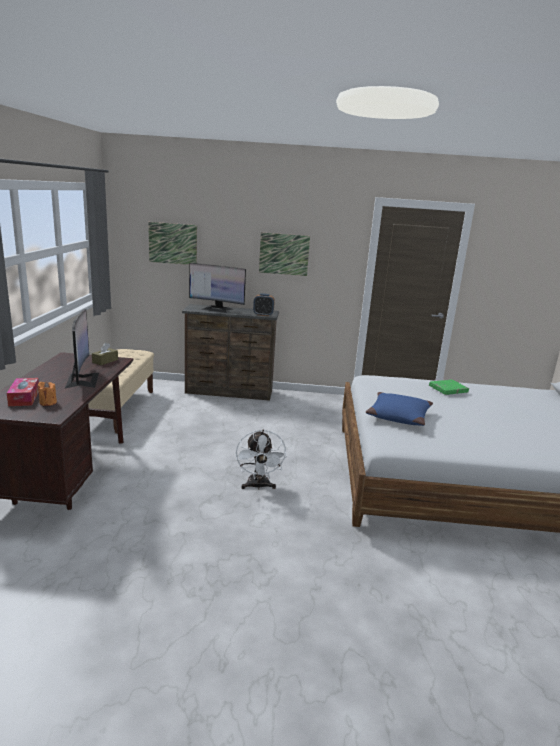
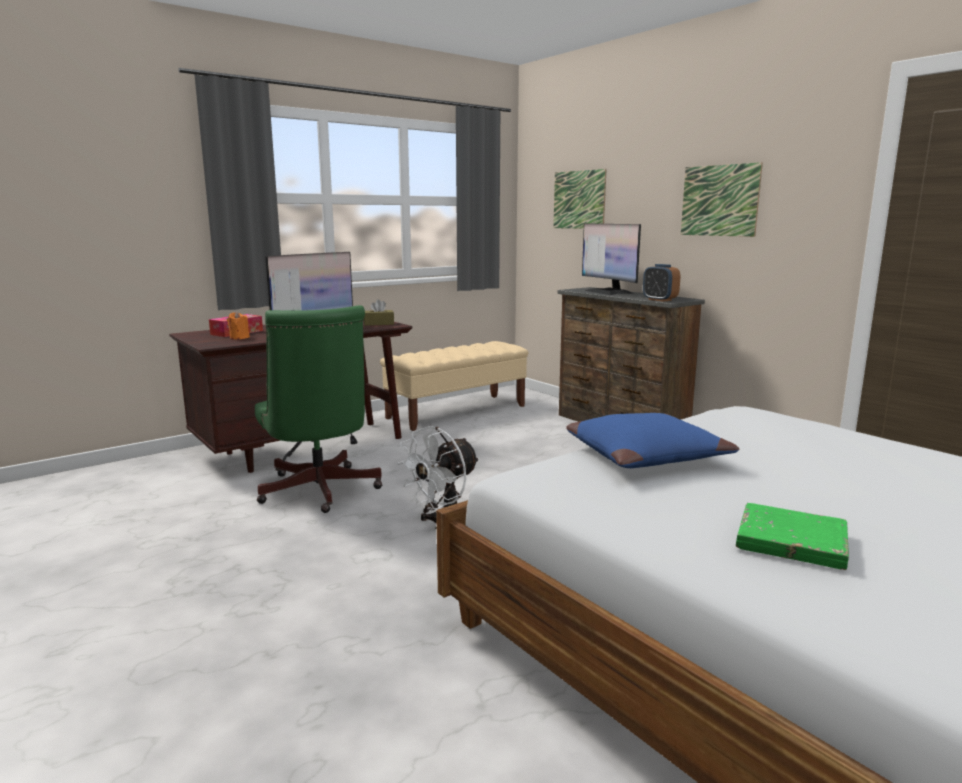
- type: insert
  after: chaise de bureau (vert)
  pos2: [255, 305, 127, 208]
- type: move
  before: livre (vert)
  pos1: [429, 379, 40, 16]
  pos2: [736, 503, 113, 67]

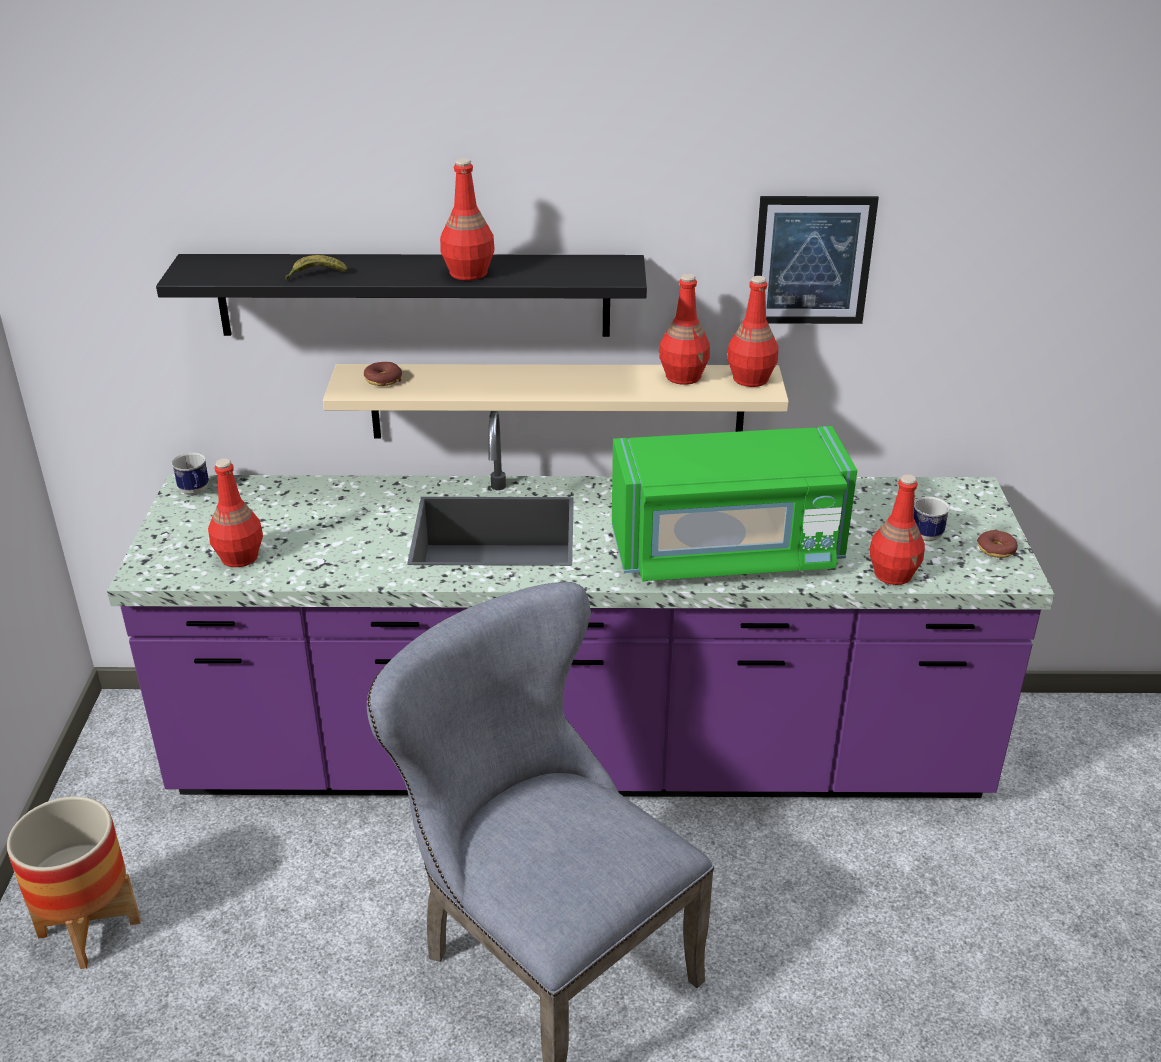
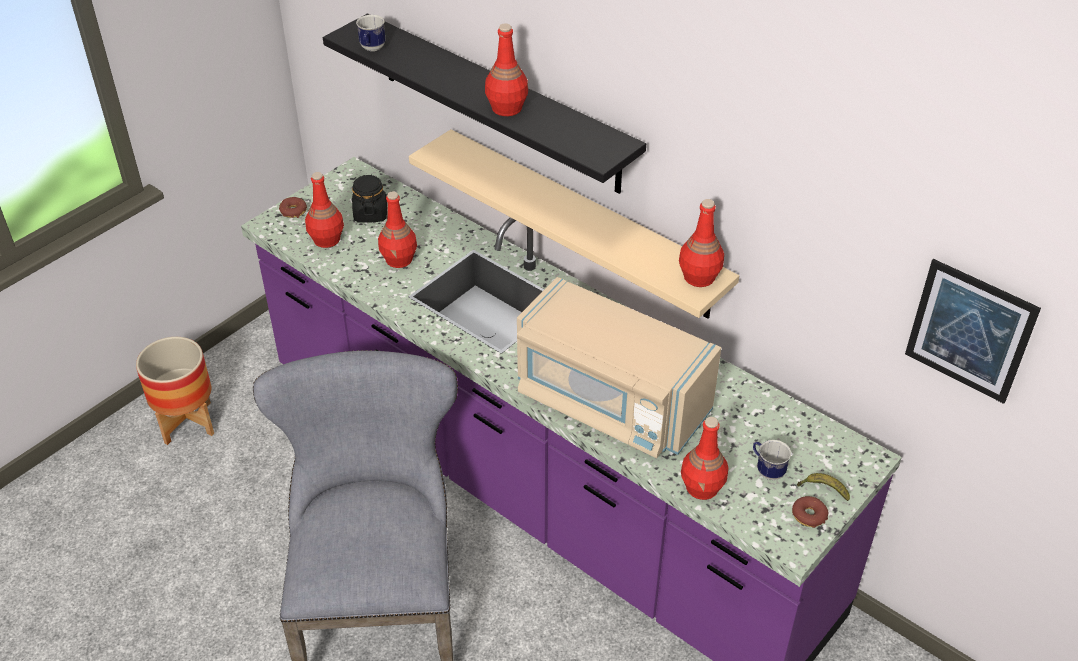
- type: insert
  after: bocal (noir)
  pos2: [352, 174, 35, 49]
- type: move
  before: mug
  pos1: [171, 453, 38, 42]
  pos2: [356, 15, 30, 36]
- type: move
  before: banane
  pos1: [286, 255, 61, 26]
  pos2: [797, 473, 53, 28]
- type: move
  before: beignet
  pos1: [364, 362, 38, 24]
  pos2: [279, 197, 28, 21]
- type: move
  before: bouteille (rouge)
  pos1: [659, 274, 51, 111]
  pos2: [378, 191, 39, 77]
- type: move
  before: tableau
  pos1: [754, 196, 125, 128]
  pos2: [905, 259, 136, 145]
- type: recolor
  before: micro-ondes (vert)
  after: micro-ondes (beige)
  pos1: [612, 426, 245, 155]
  pos2: [517, 277, 204, 181]

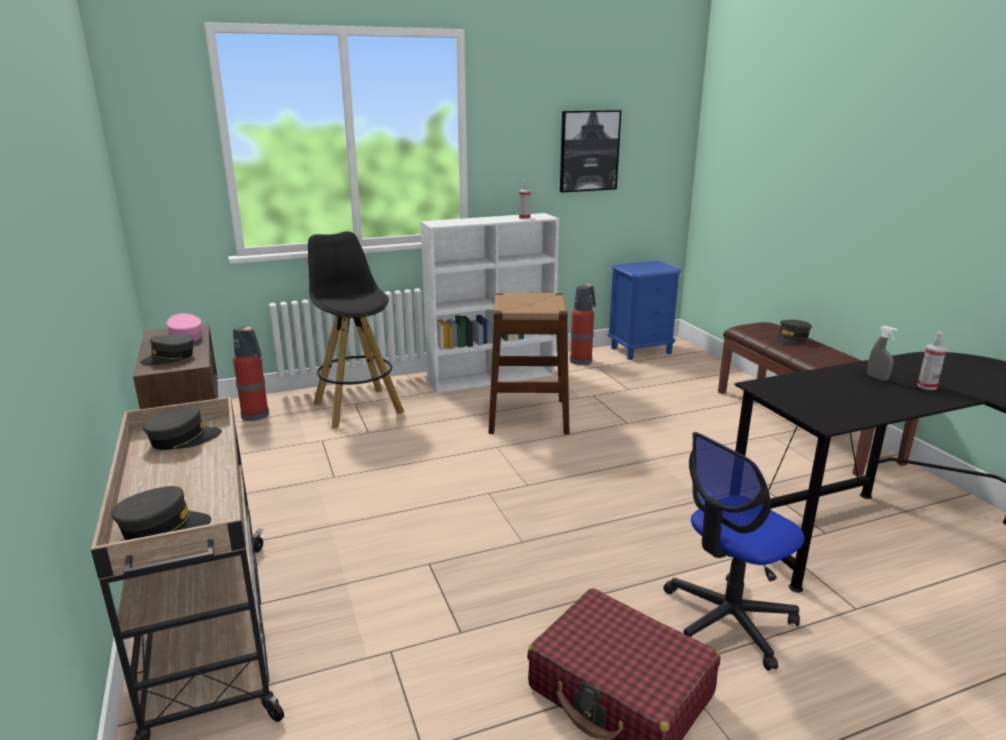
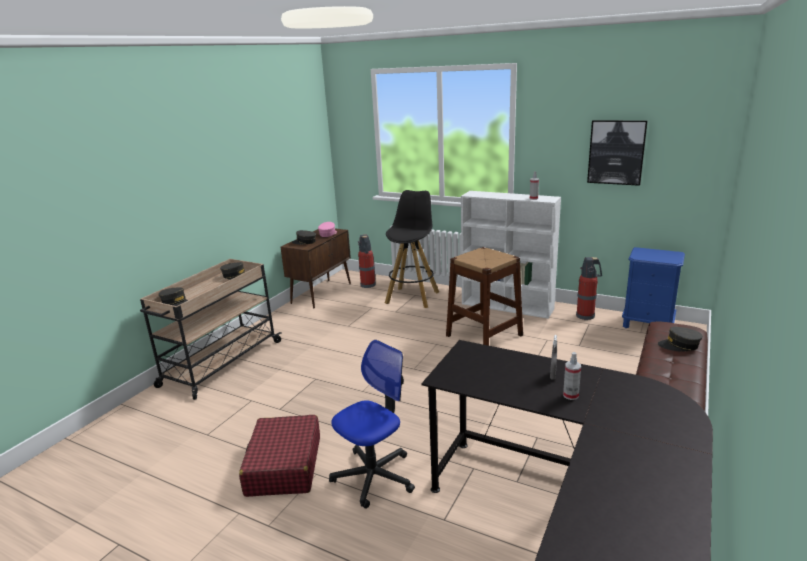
- type: rotate
  before: chaise de bureau
  pos1: [663, 432, 141, 239]
  pos2: [329, 340, 86, 169]
  turn: 120

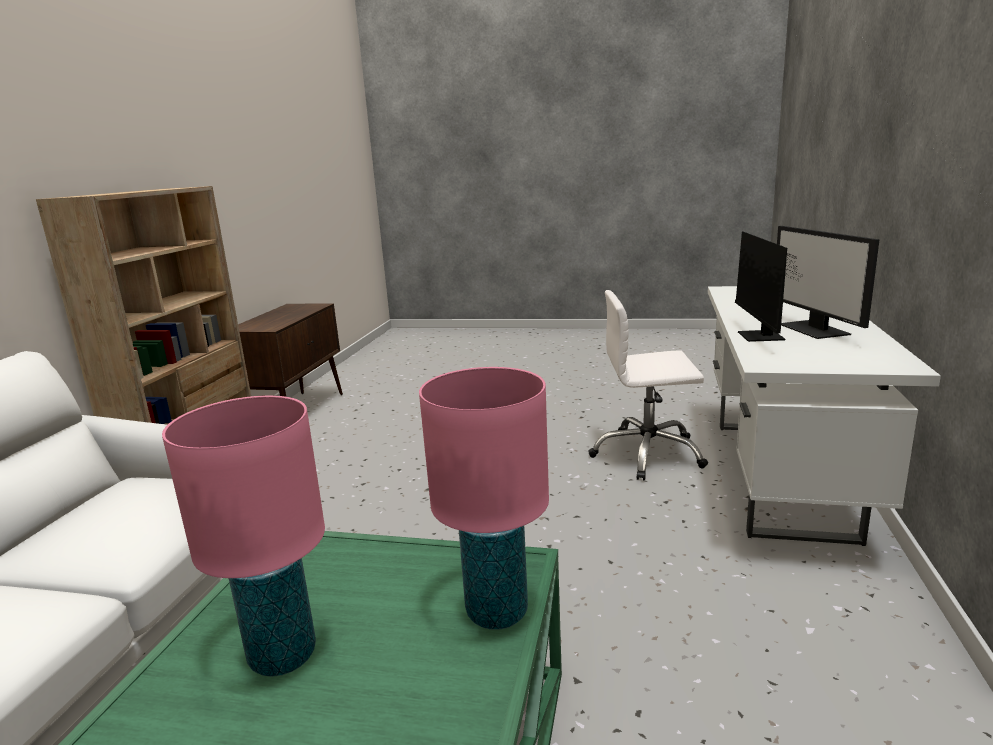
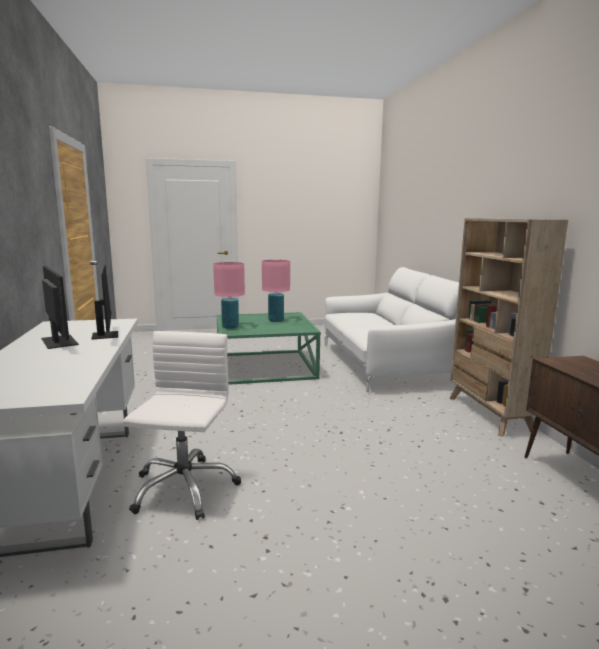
- type: rotate
  before: chaise de bureau (blanc)
  pos1: [588, 290, 120, 190]
  pos2: [123, 331, 118, 189]
  turn: -60

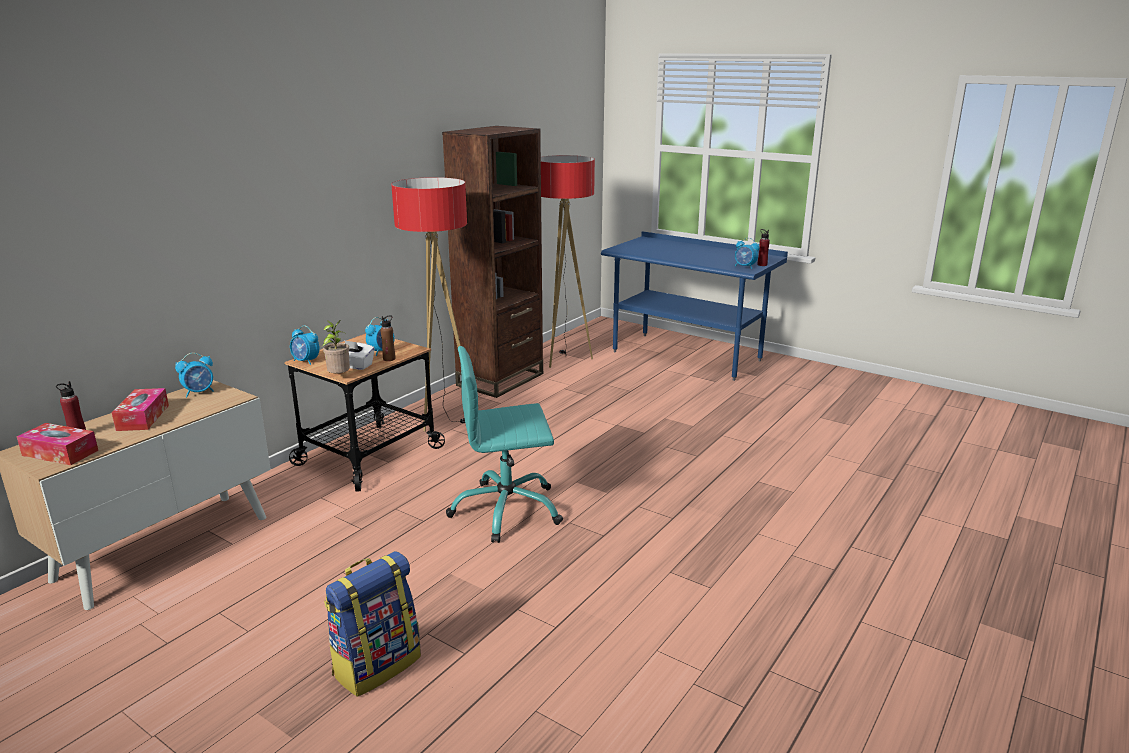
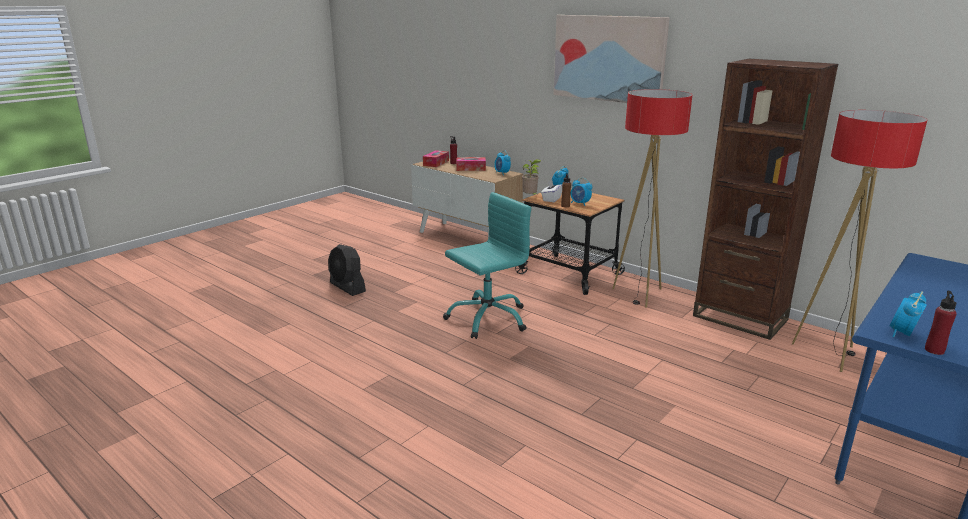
- type: insert
  after: tableau
  pos2: [553, 15, 117, 88]
- type: replace
  before: sac à dos
  after: ventilateur (noir)
  pos1: [324, 551, 97, 146]
  pos2: [328, 244, 38, 52]
- type: rotate
  before: chaise de bureau (turquoise)
  pos1: [446, 346, 117, 197]
  pos2: [443, 192, 88, 147]
  turn: 60

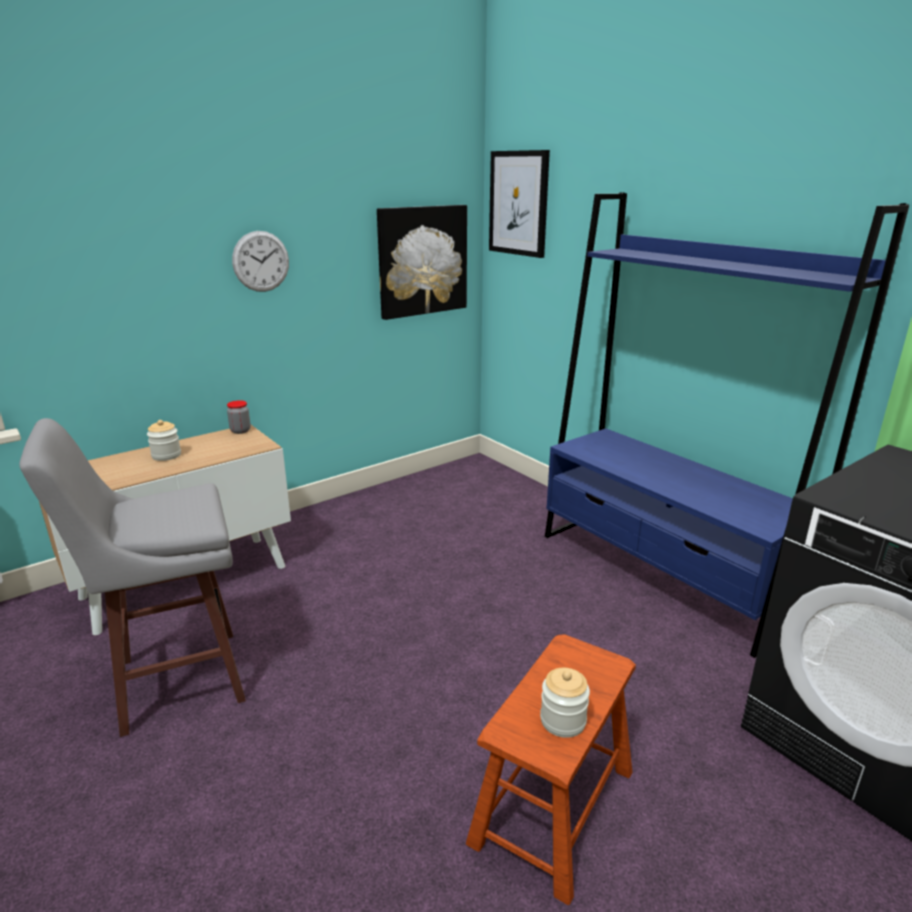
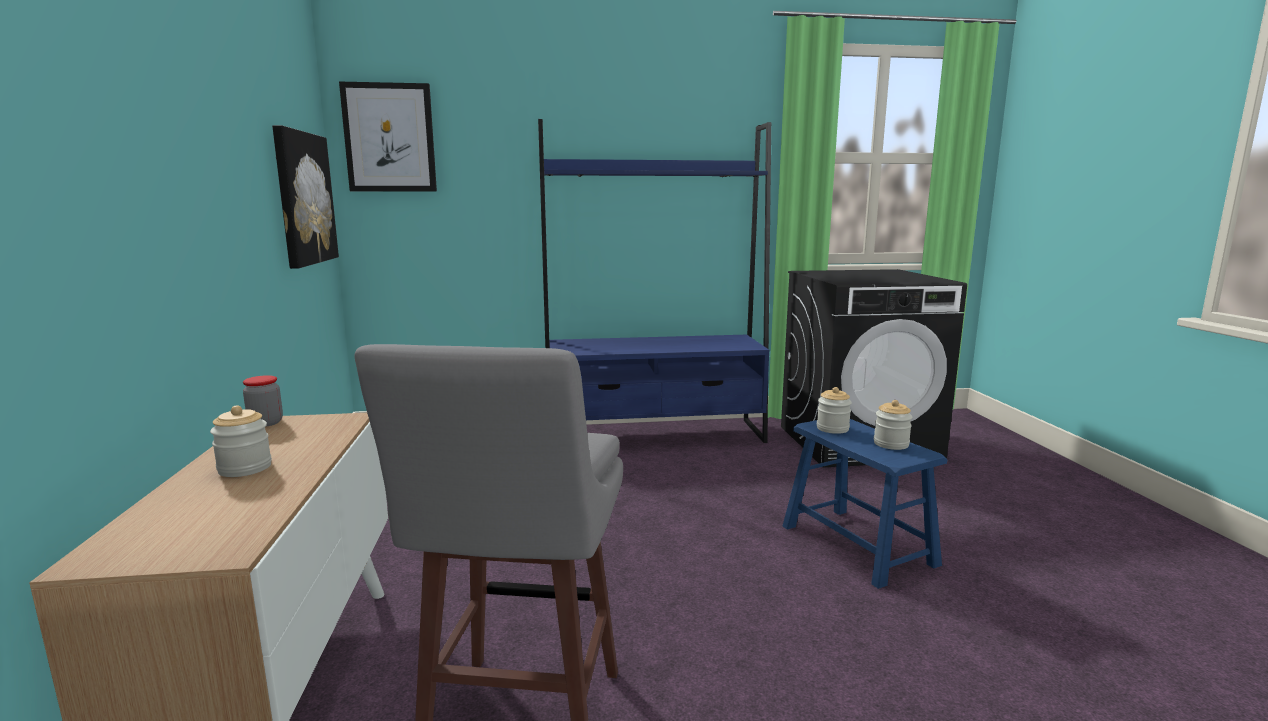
- type: delete
  before: horloge murale
  pos1: [232, 231, 57, 61]
- type: insert
  after: bocal
  pos2: [817, 387, 35, 47]
- type: recolor
  before: tabouret (marron)
  after: tabouret (bleu)
  pos1: [466, 634, 170, 271]
  pos2: [783, 419, 164, 170]

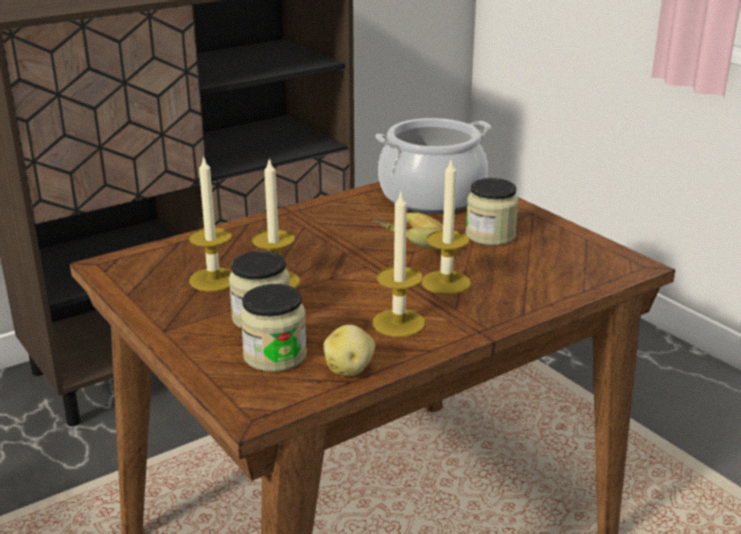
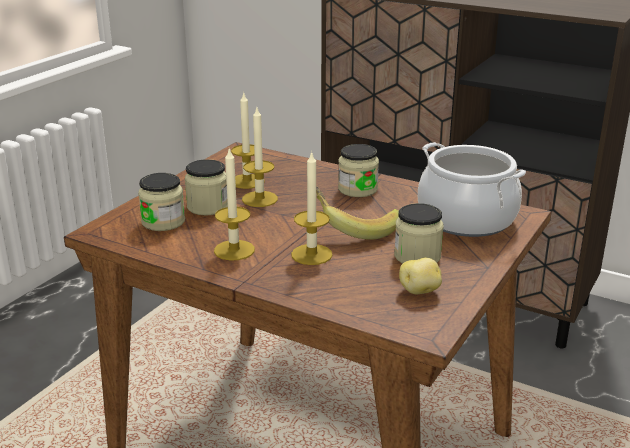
- type: insert
  after: bocal
  pos2: [338, 144, 41, 53]
- type: move
  before: pomme de terre
  pos1: [323, 325, 52, 51]
  pos2: [399, 257, 43, 37]

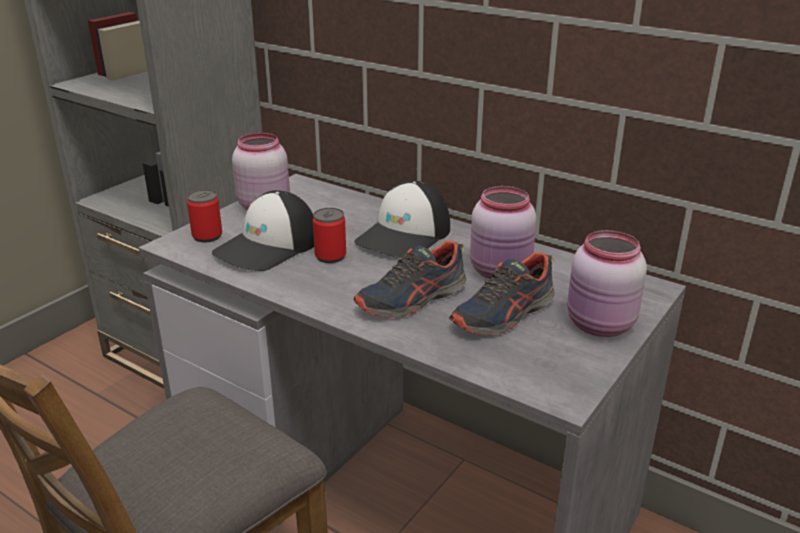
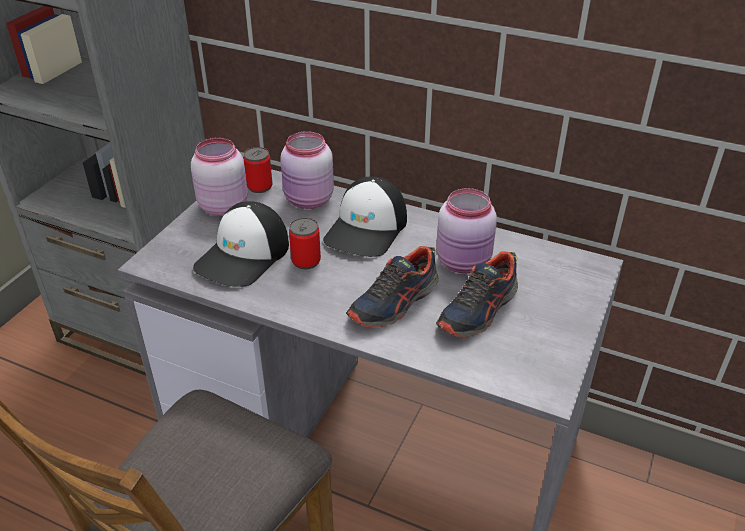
- type: move
  before: boîte métallique
  pos1: [187, 190, 35, 52]
  pos2: [243, 147, 29, 46]
- type: move
  before: bocal (rose)
  pos1: [567, 230, 80, 107]
  pos2: [281, 131, 53, 78]

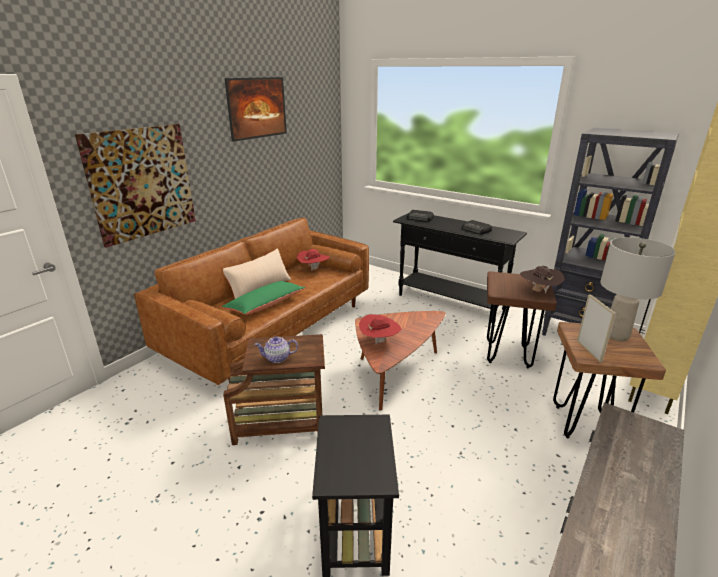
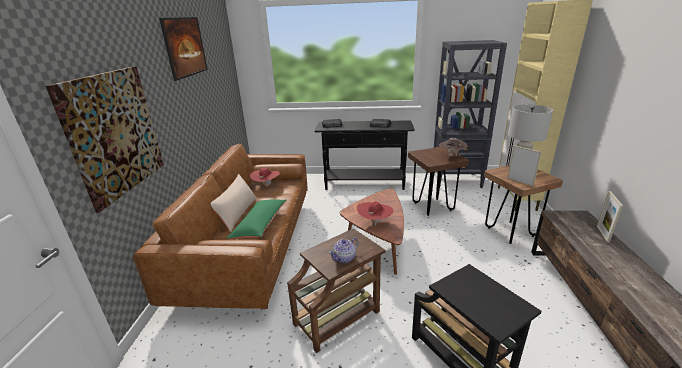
- type: insert
  after: cadre photo
  pos2: [597, 191, 26, 52]

